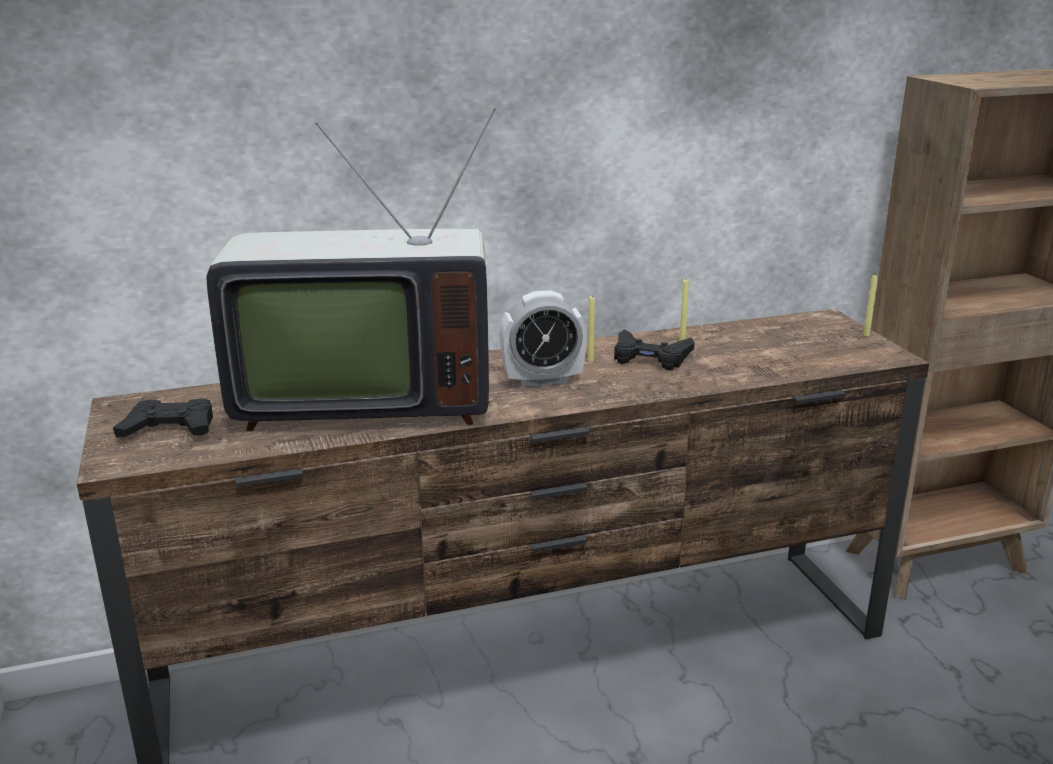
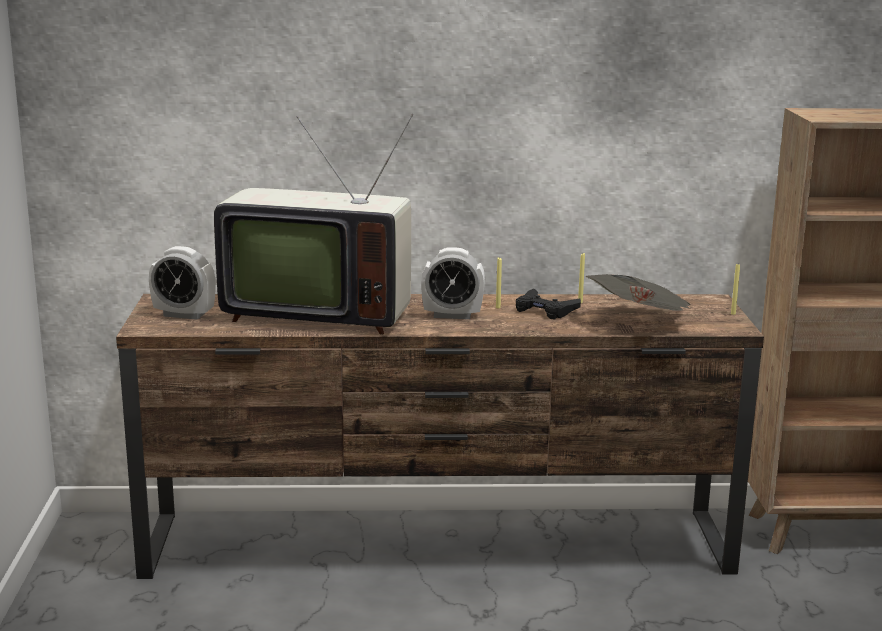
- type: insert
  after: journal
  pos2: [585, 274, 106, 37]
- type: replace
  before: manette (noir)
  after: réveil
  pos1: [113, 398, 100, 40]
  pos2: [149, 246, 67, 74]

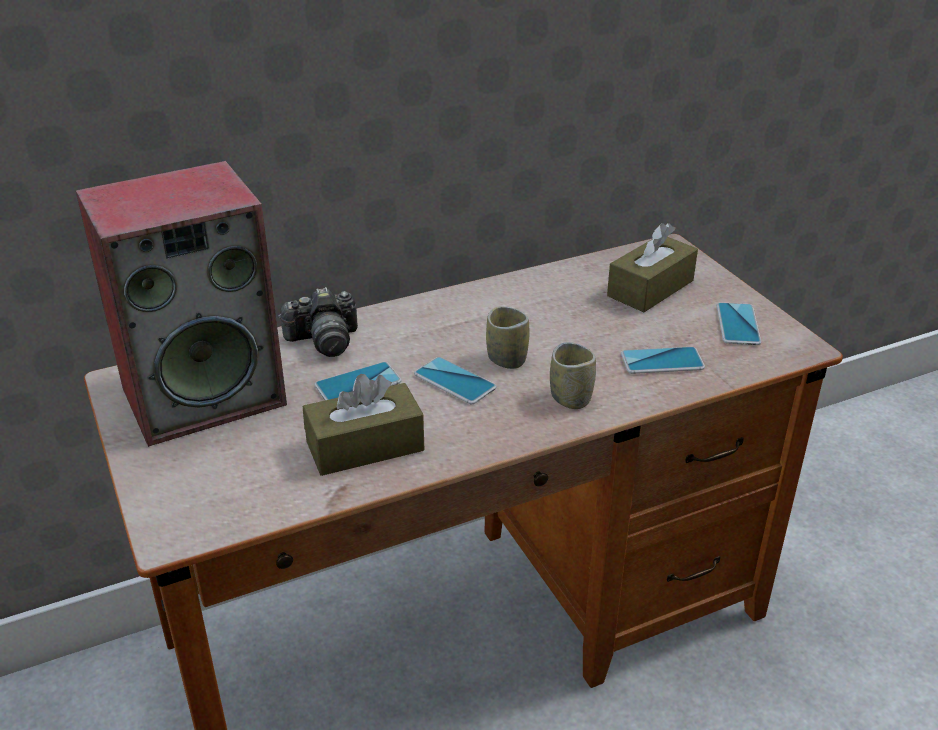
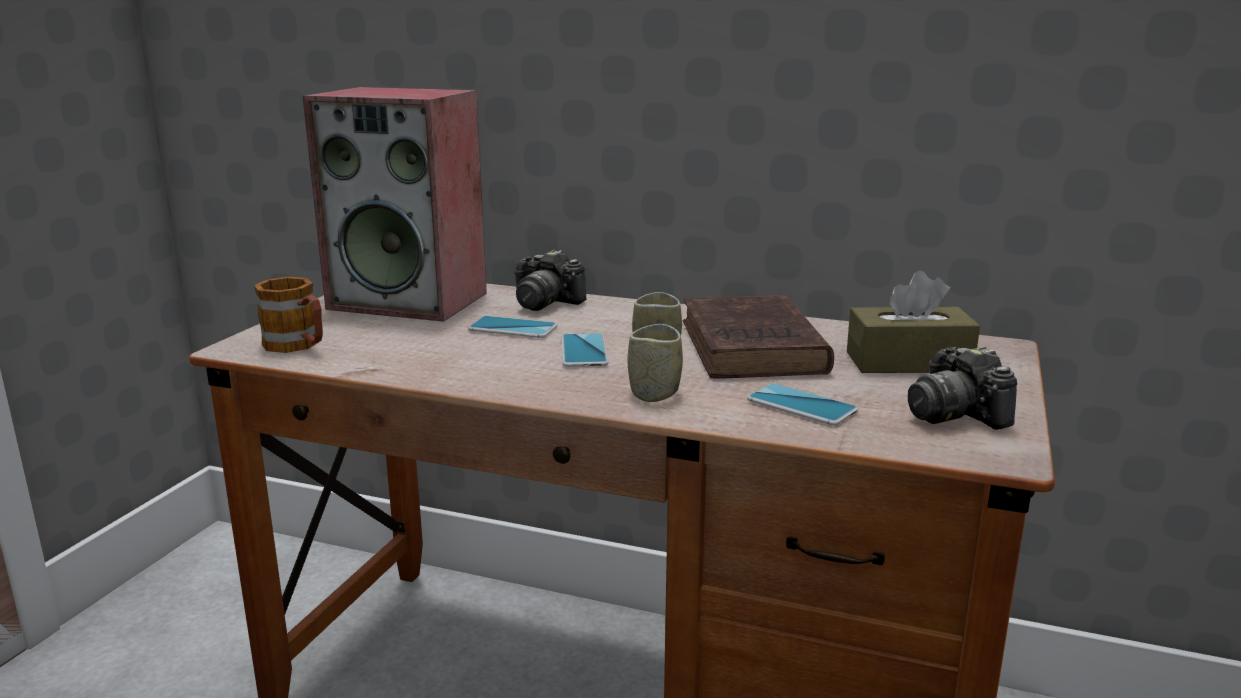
- type: delete
  before: boîte à mouchoirs (marron)
  pos1: [303, 374, 122, 102]
- type: insert
  after: mug
  pos2: [254, 277, 69, 76]
- type: insert
  after: livre (marron)
  pos2: [683, 295, 151, 84]
- type: replace
  before: téléphone
  after: appareil photo
  pos1: [717, 302, 44, 43]
  pos2: [908, 346, 109, 84]

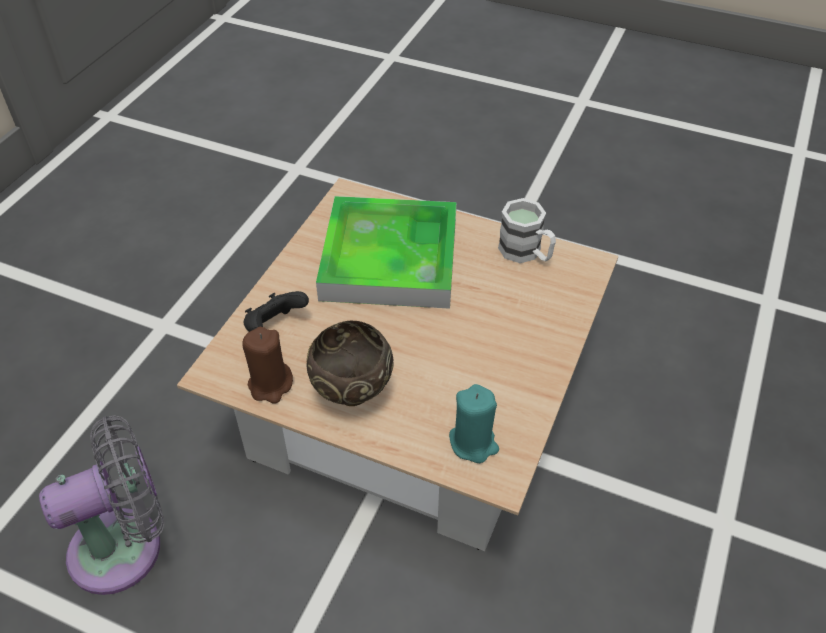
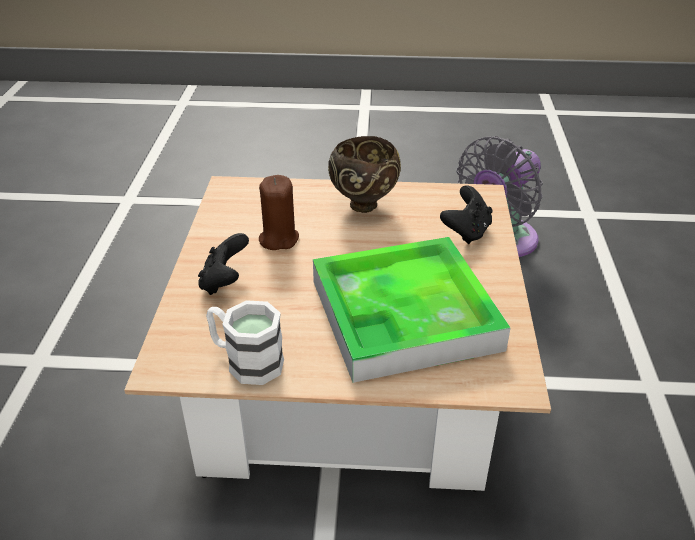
- type: delete
  before: bougie (turquoise)
  pos1: [449, 384, 50, 79]
- type: insert
  after: manette (noir)
  pos2: [198, 233, 51, 62]
- type: move
  before: bougie (marron)
  pos1: [242, 327, 51, 77]
  pos2: [259, 175, 40, 75]

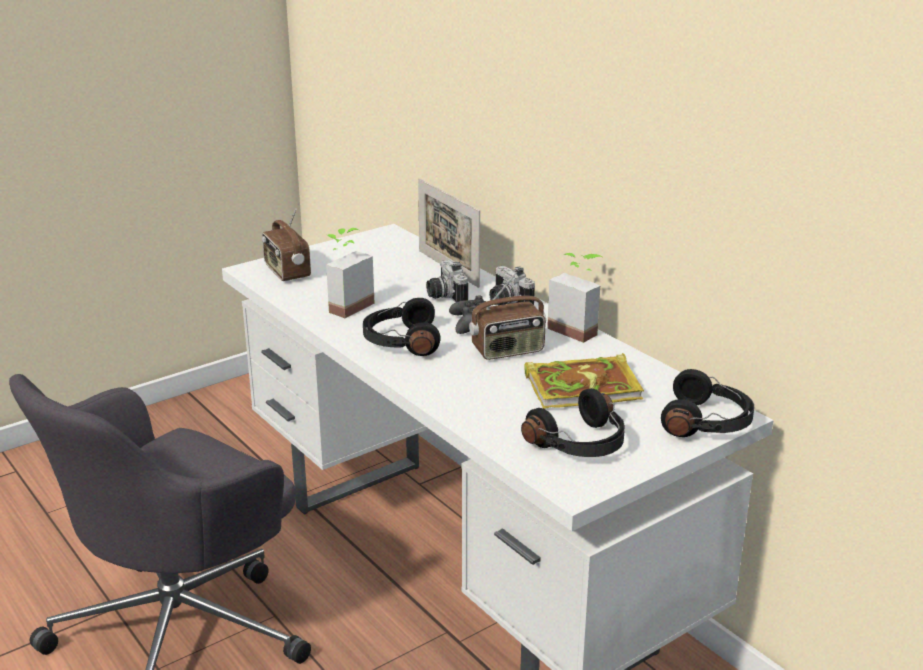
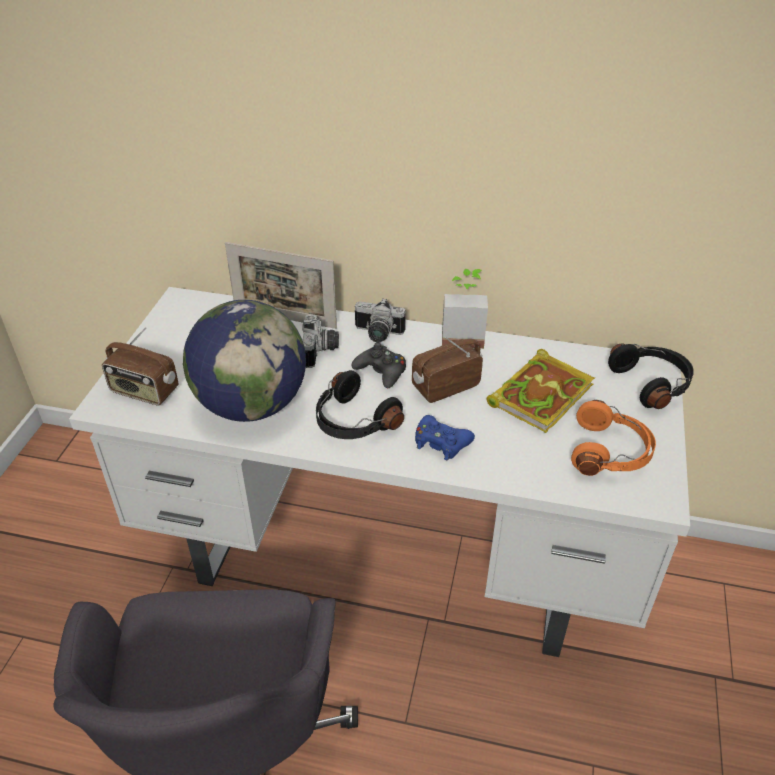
- type: insert
  after: manette (bleu)
  pos2: [415, 415, 60, 45]
- type: replace
  before: plante en pot
  after: globe
  pos1: [326, 228, 49, 90]
  pos2: [183, 300, 123, 122]
- type: recolor
  before: casque audio (noir)
  after: casque audio (orange)
  pos1: [521, 388, 104, 69]
  pos2: [571, 400, 85, 76]
- type: rotate
  before: appareil photo
  pos1: [426, 260, 42, 43]
  pos2: [302, 314, 37, 54]
  turn: -120
- type: rotate
  before: radio
  pos1: [469, 272, 77, 88]
  pos2: [412, 337, 71, 66]
  turn: -150

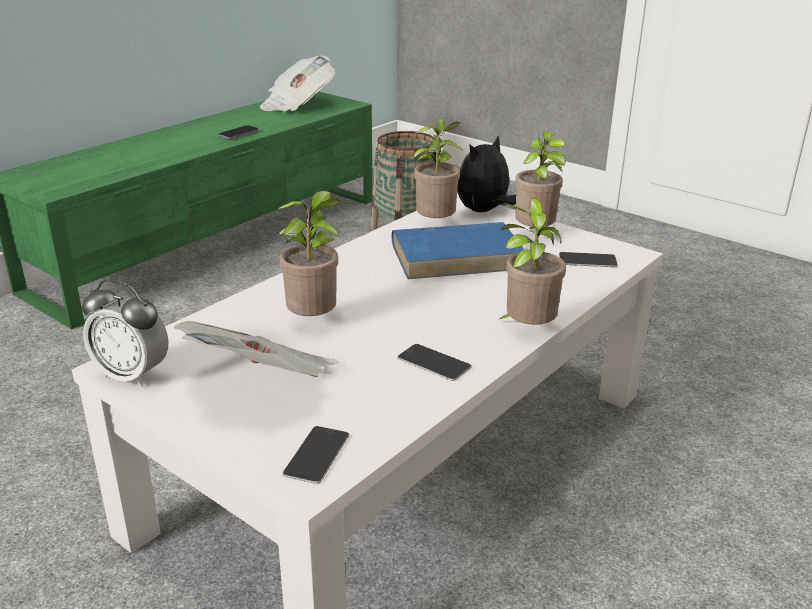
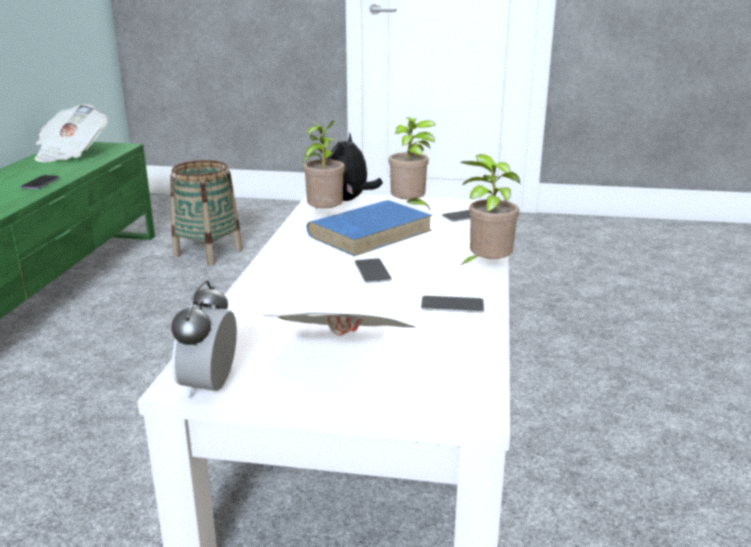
- type: delete
  before: plante en pot
  pos1: [277, 191, 64, 125]
- type: move
  before: téléphone
  pos1: [282, 426, 67, 58]
  pos2: [355, 258, 37, 25]
- type: rotate
  before: réveil
  pos1: [82, 279, 86, 109]
  pos2: [171, 281, 66, 118]
  turn: 105

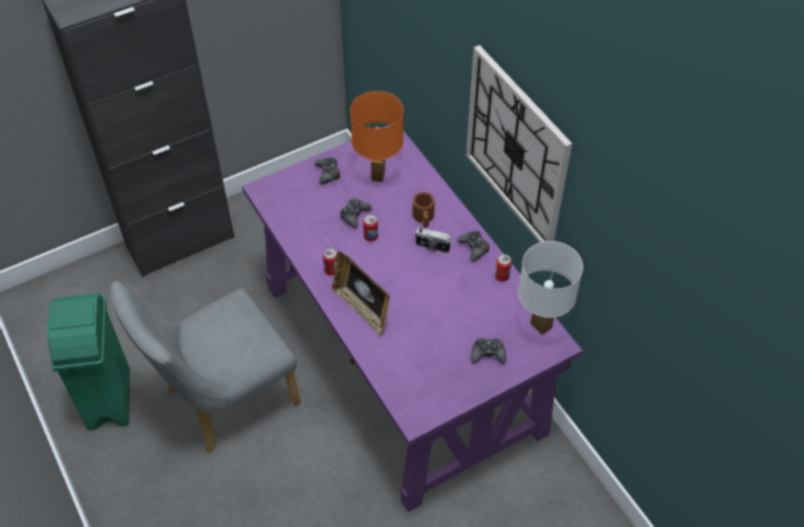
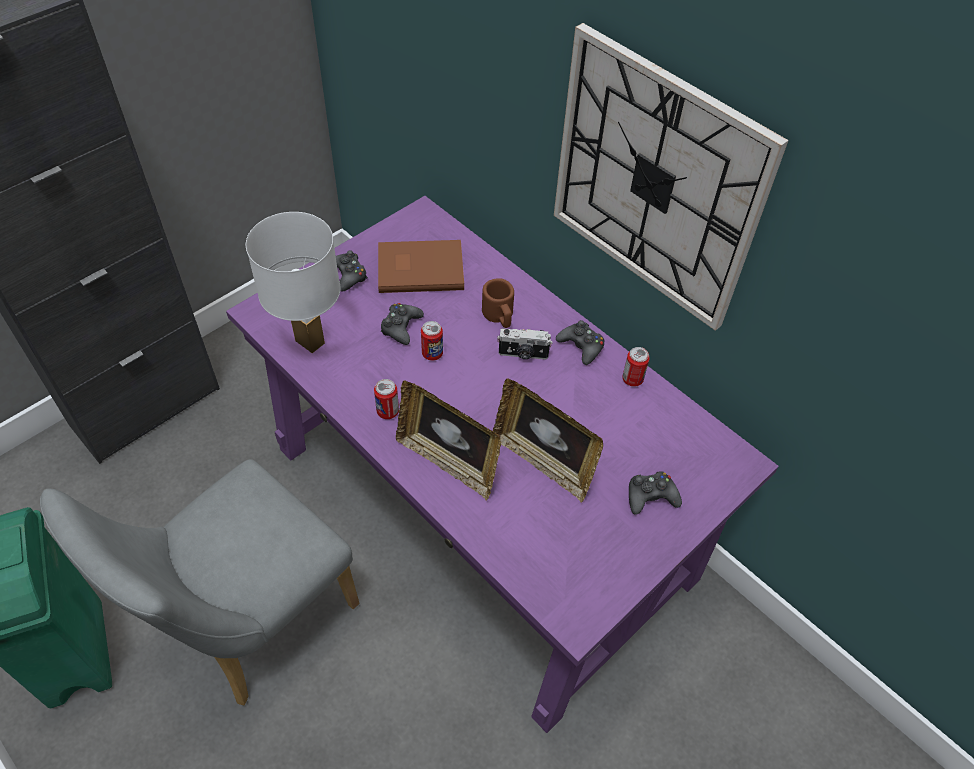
- type: insert
  after: cadre photo
  pos2: [493, 378, 110, 125]
- type: move
  before: lampe de table (blanc)
  pos1: [518, 241, 65, 94]
  pos2: [246, 212, 94, 141]
- type: replace
  before: lampe de table (orange)
  after: livre (marron)
  pos1: [350, 91, 54, 91]
  pos2: [378, 240, 86, 53]

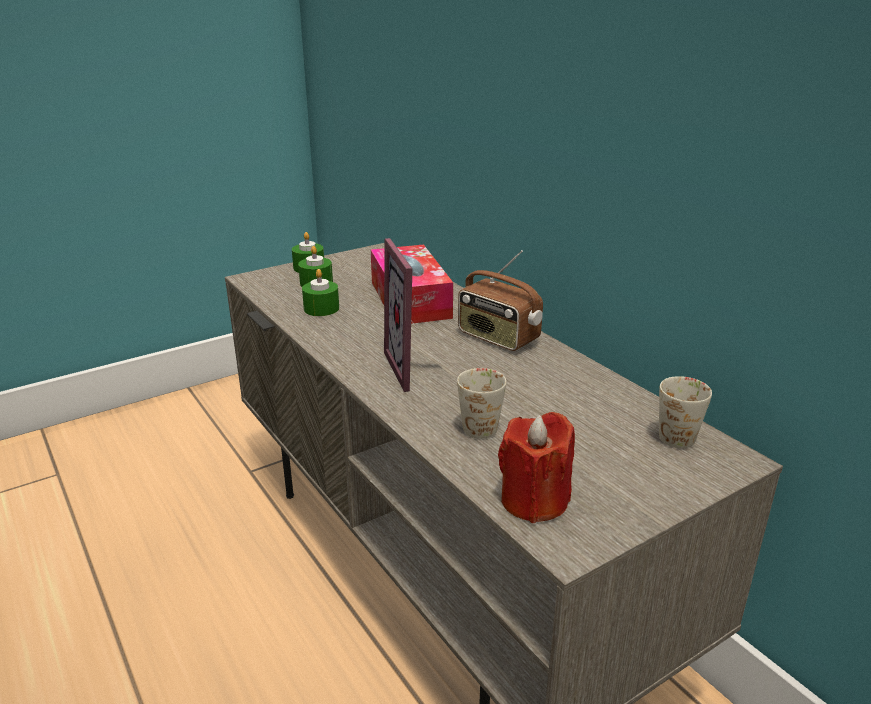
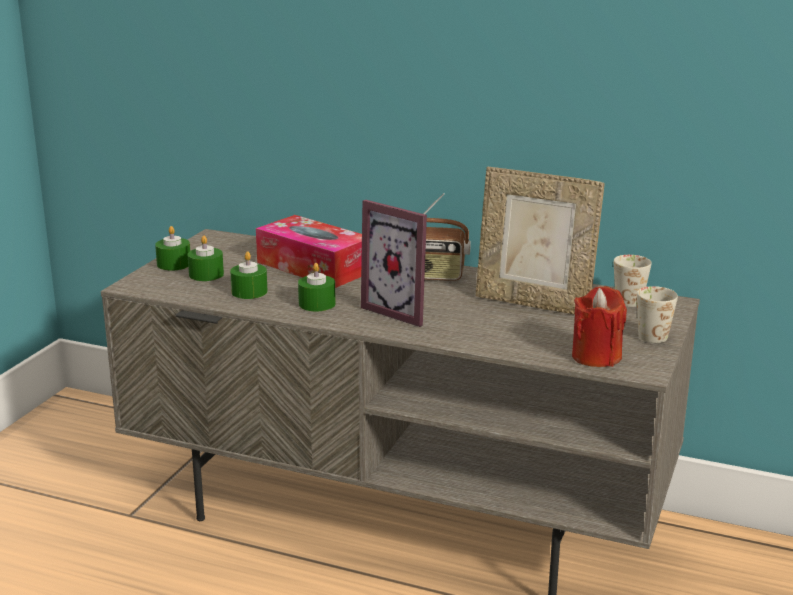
- type: insert
  after: bougie (vert)
  pos2: [298, 263, 38, 48]
- type: insert
  after: cadre photo
  pos2: [476, 167, 129, 148]
- type: move
  before: mug (blanc)
  pos1: [457, 368, 49, 71]
  pos2: [637, 286, 41, 57]

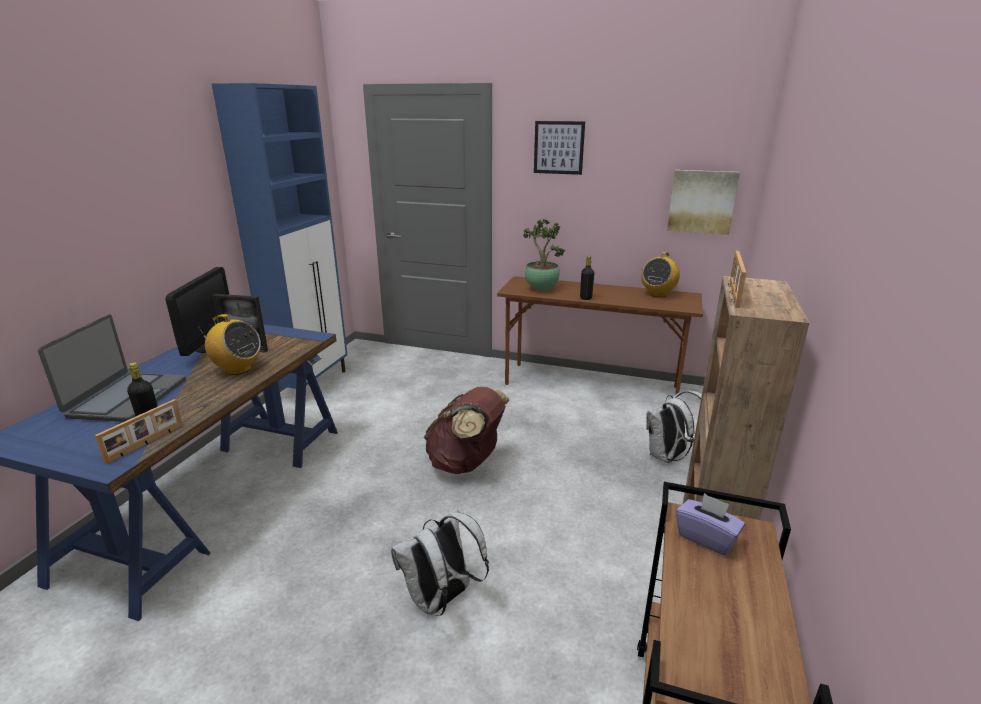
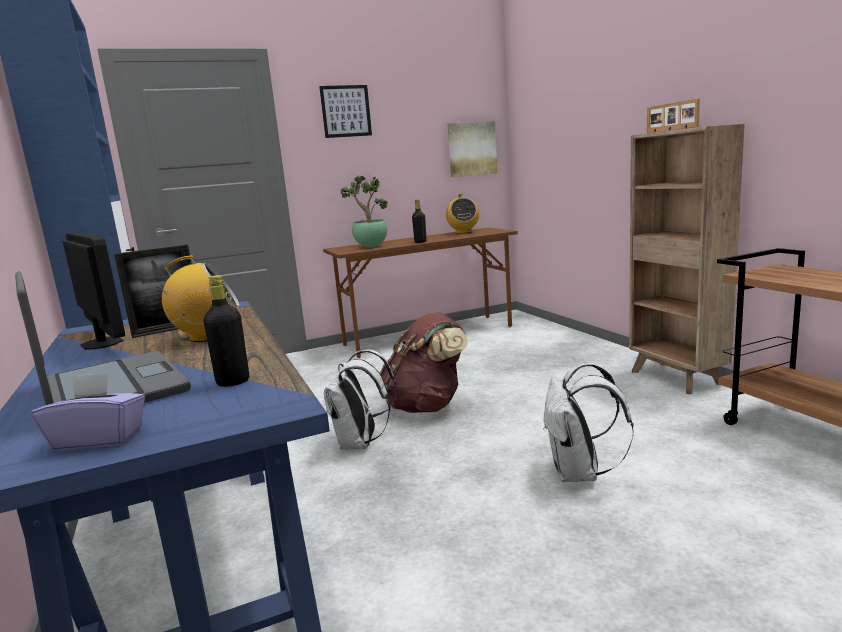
- type: delete
  before: cadre photo
  pos1: [95, 399, 88, 65]
- type: move
  before: sac à dos (blanc)
  pos1: [646, 391, 56, 72]
  pos2: [324, 349, 73, 101]
- type: move
  before: boîte à mouchoirs (violet)
  pos1: [676, 493, 69, 63]
  pos2: [32, 372, 113, 79]

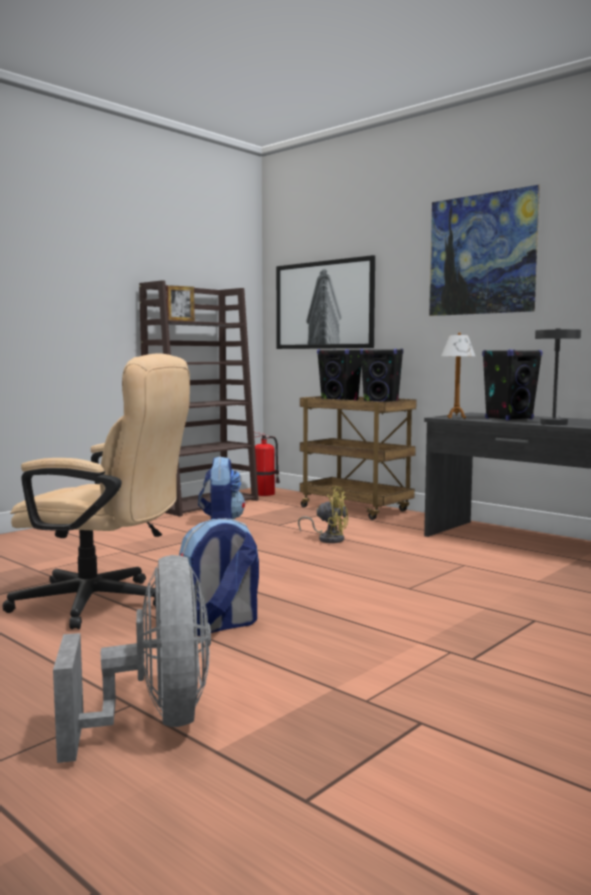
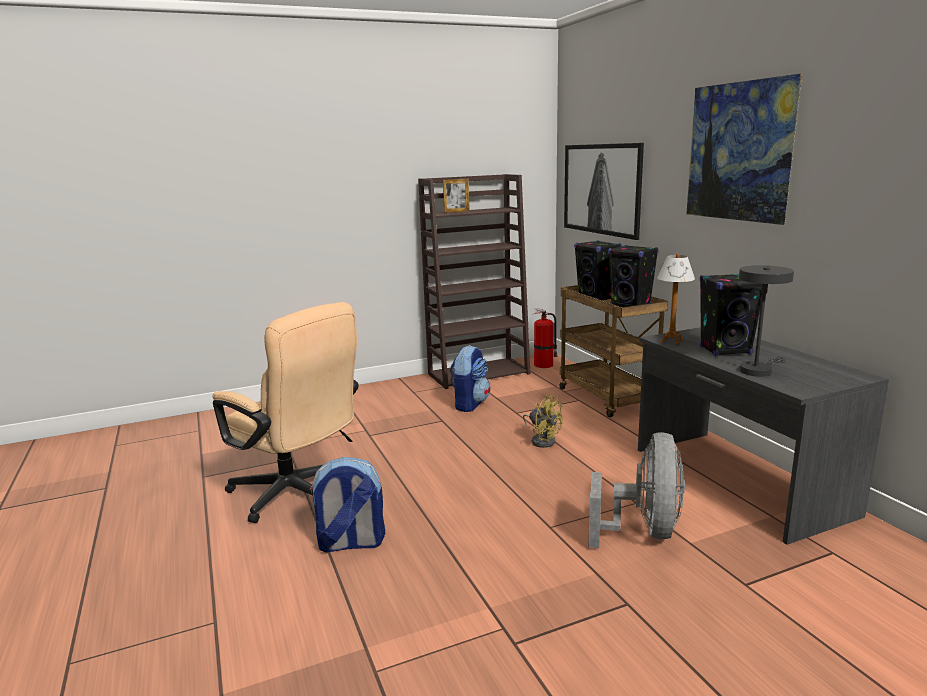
- type: move
  before: ventilateur (gris)
  pos1: [53, 555, 158, 208]
  pos2: [589, 432, 96, 116]

